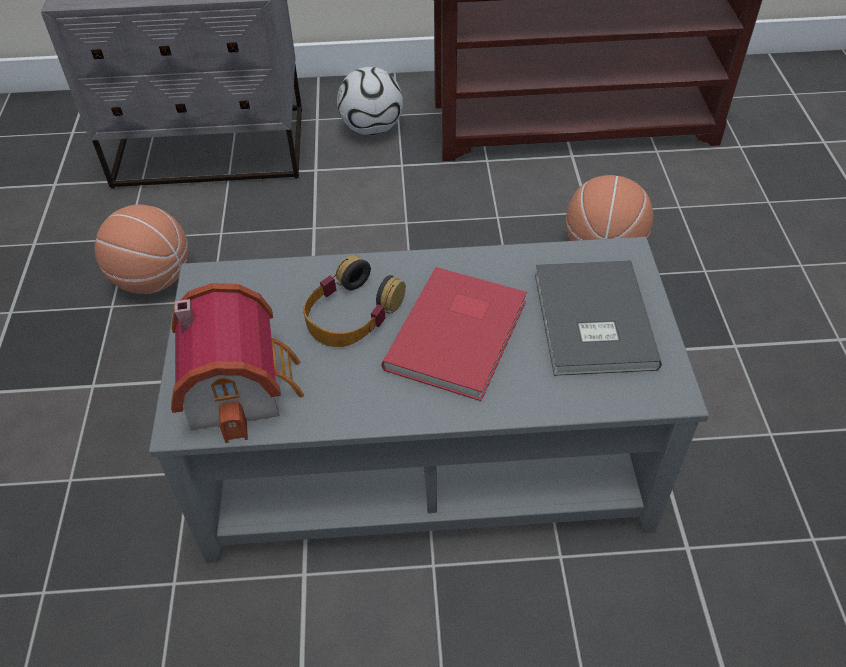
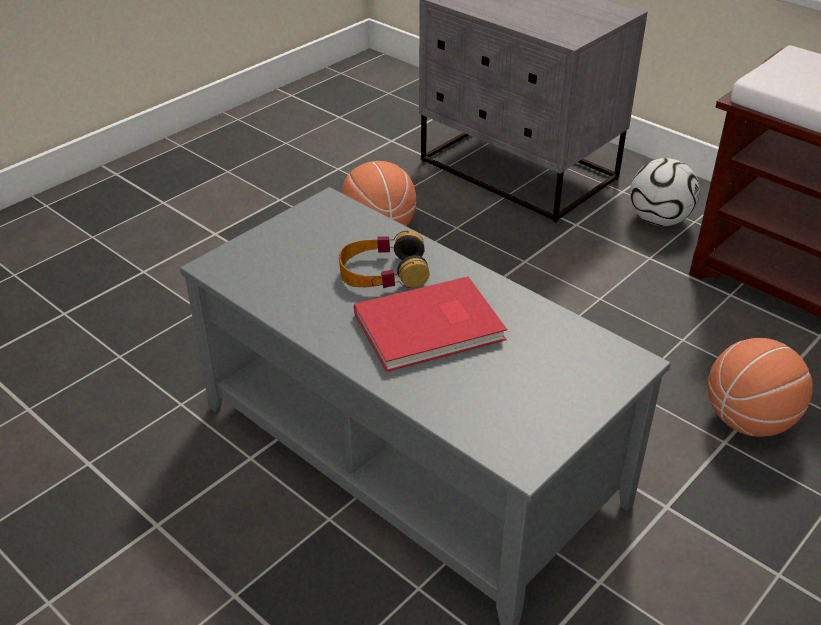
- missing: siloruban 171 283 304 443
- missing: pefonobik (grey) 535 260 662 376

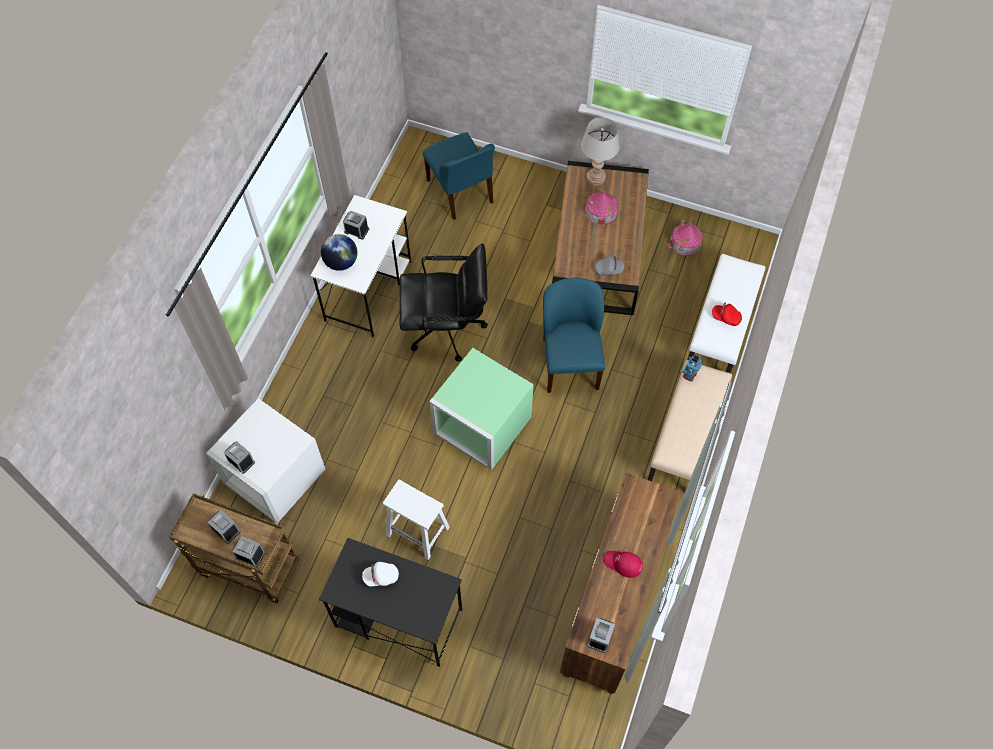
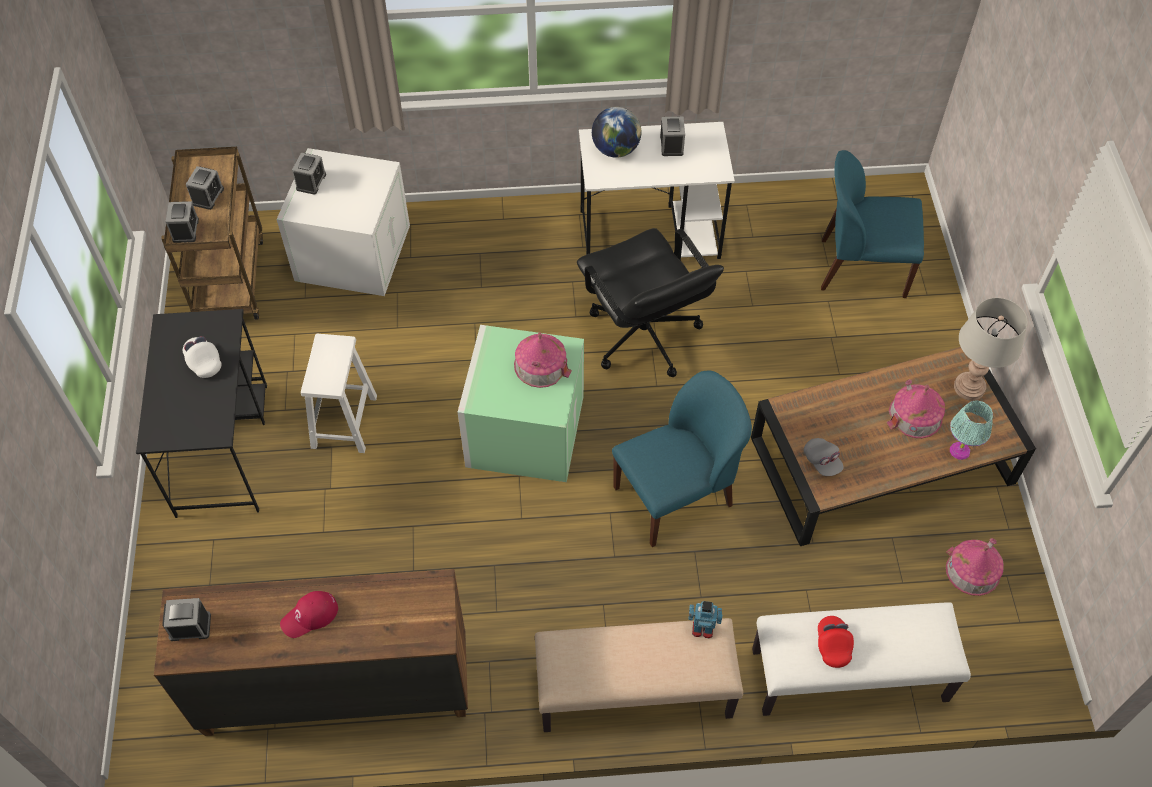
- spun: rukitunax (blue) 422 132 495 220 = 821 150 924 298 60 degrees clockwise
- spun: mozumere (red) 604 551 643 578 = 280 591 338 638 120 degrees counterclockwise
- appeared: siloruban 514 332 572 388
- appeared: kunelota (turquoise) 950 401 993 460

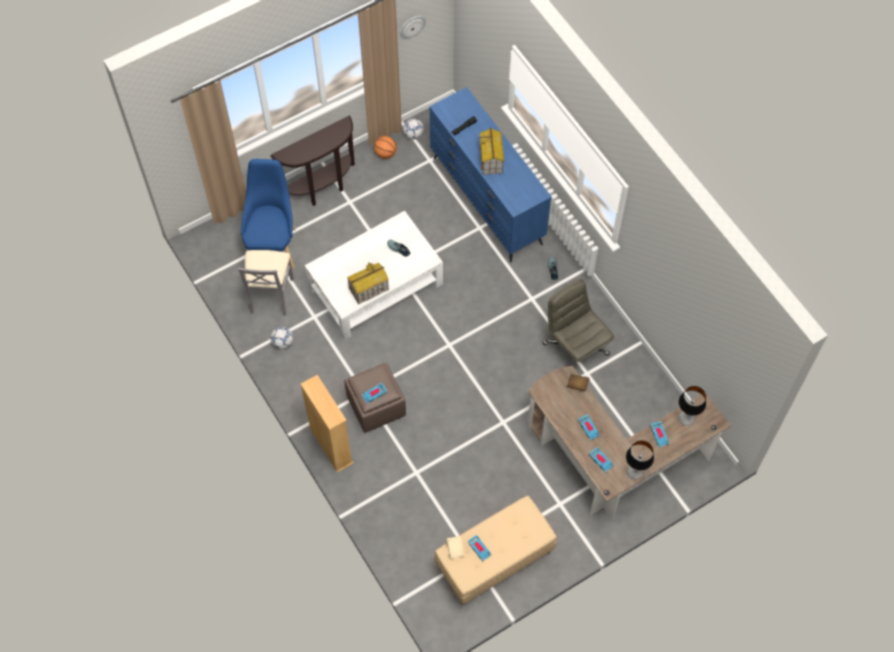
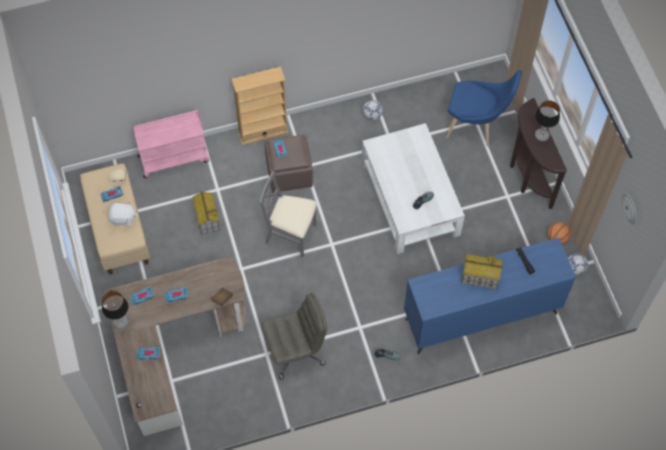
- relocated: rukitunax (grey) 238 250 294 316 to 260 171 317 258
- relocated: siloruban 347 262 389 305 to 192 191 220 235
- relocated: kunelota 678 386 706 426 to 535 100 560 141
- appeared: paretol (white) 108 202 138 226
- appeared: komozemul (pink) 133 110 209 178

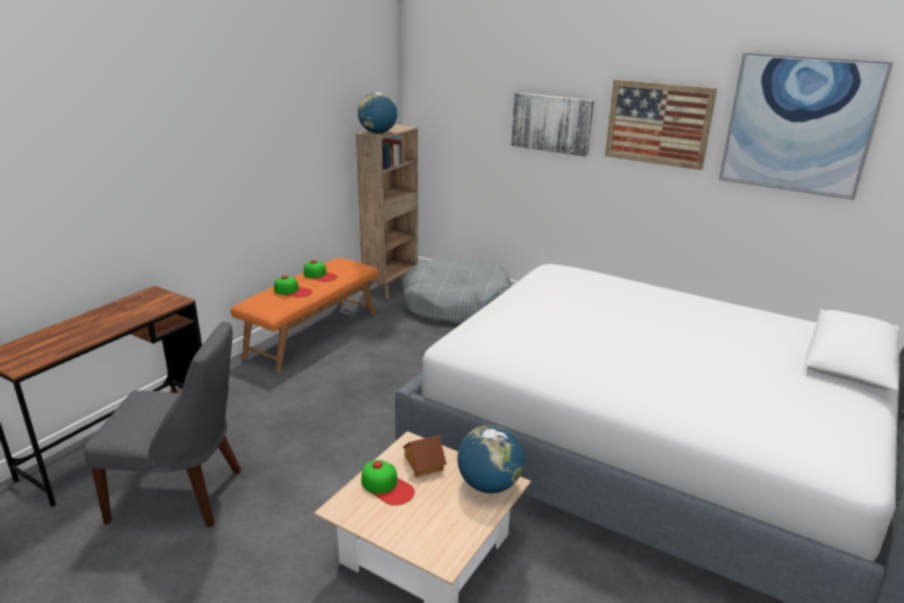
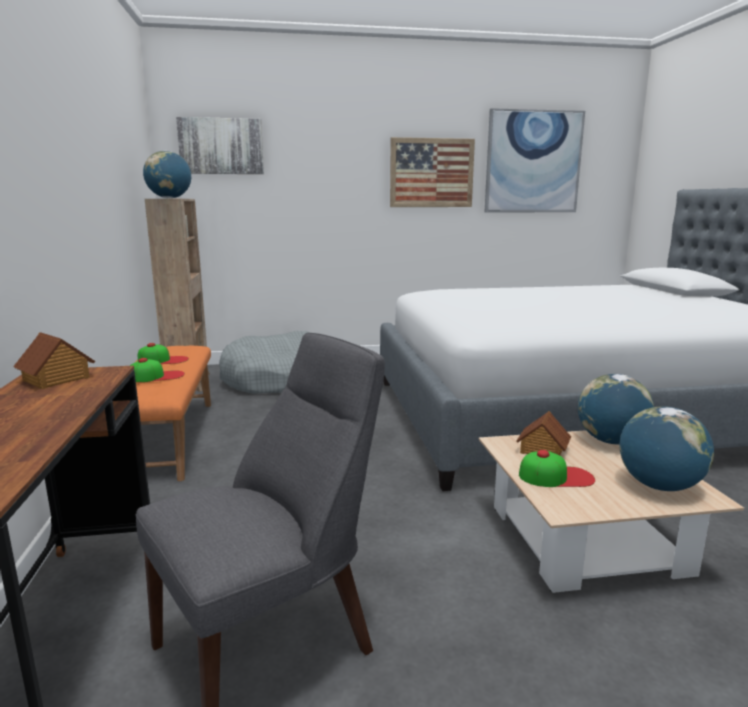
- relocated: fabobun 511 92 594 157 to 176 117 264 174
- appeared: siloruban 13 332 95 389
- appeared: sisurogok 620 406 714 491

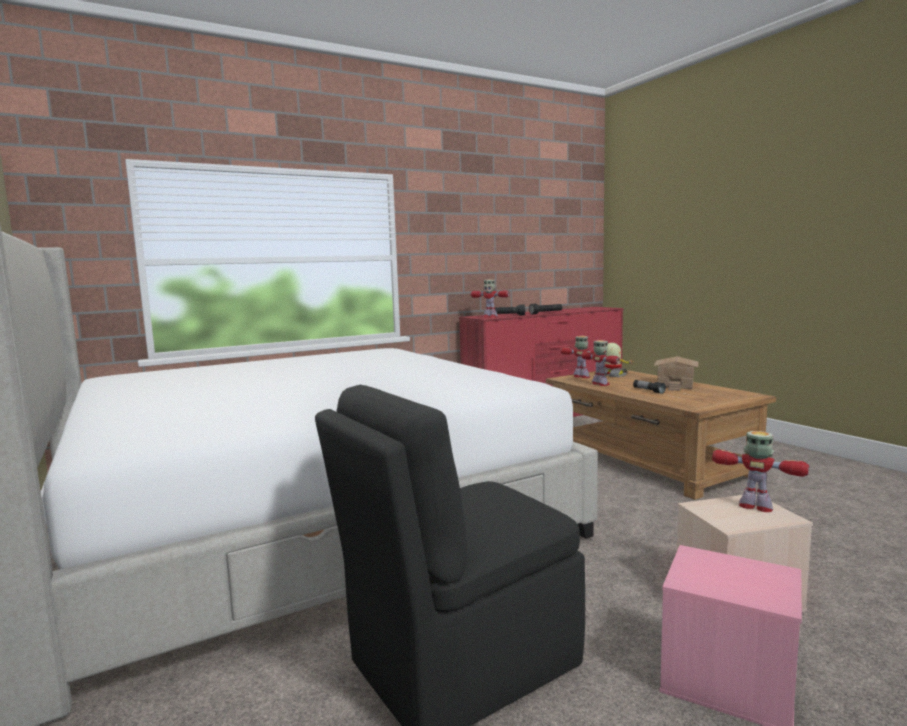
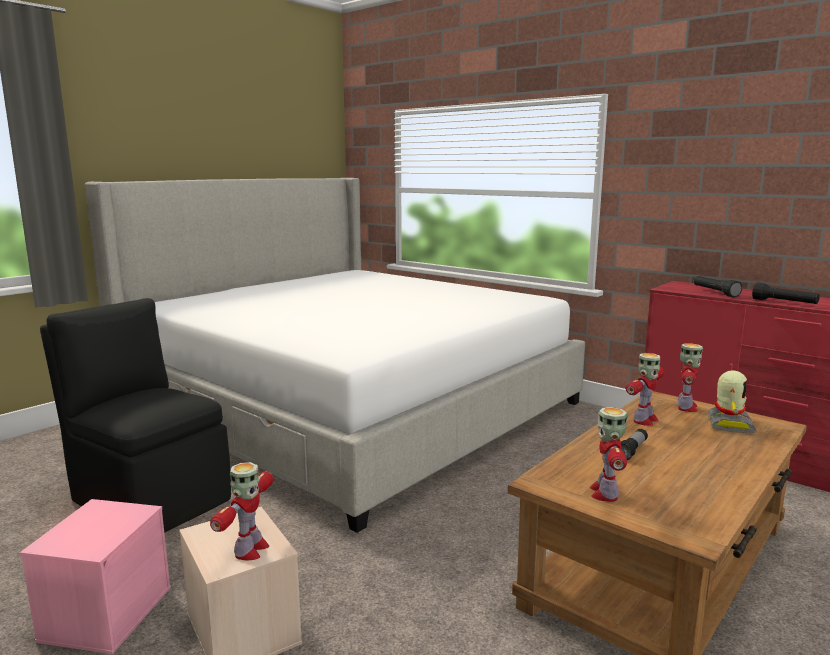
- relocated: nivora 471 279 510 318 to 590 407 628 502
- missing: siloruban 654 356 699 391

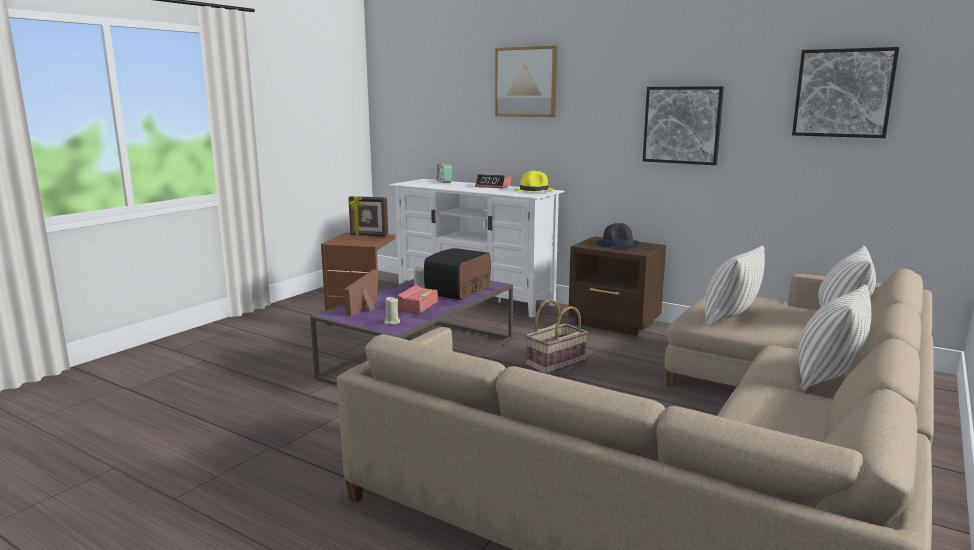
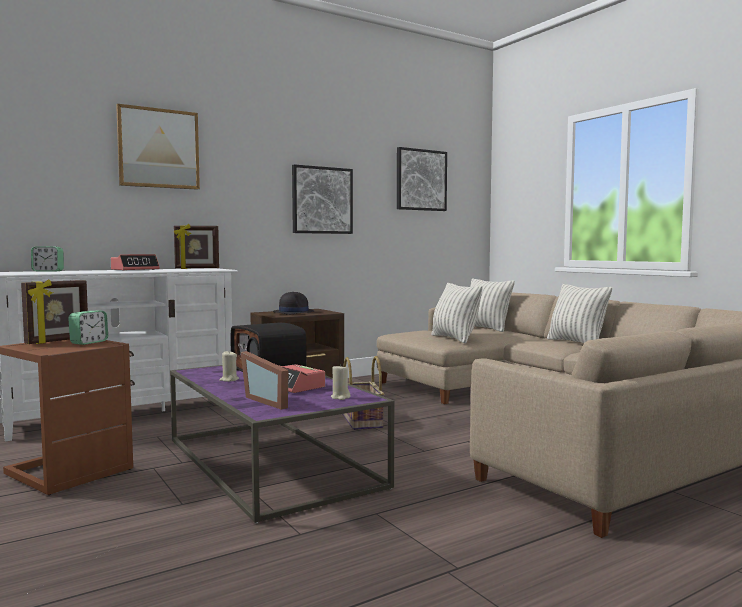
- exchanged: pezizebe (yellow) 514 171 554 192 to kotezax 174 224 219 269
- appeared: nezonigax 68 311 108 345

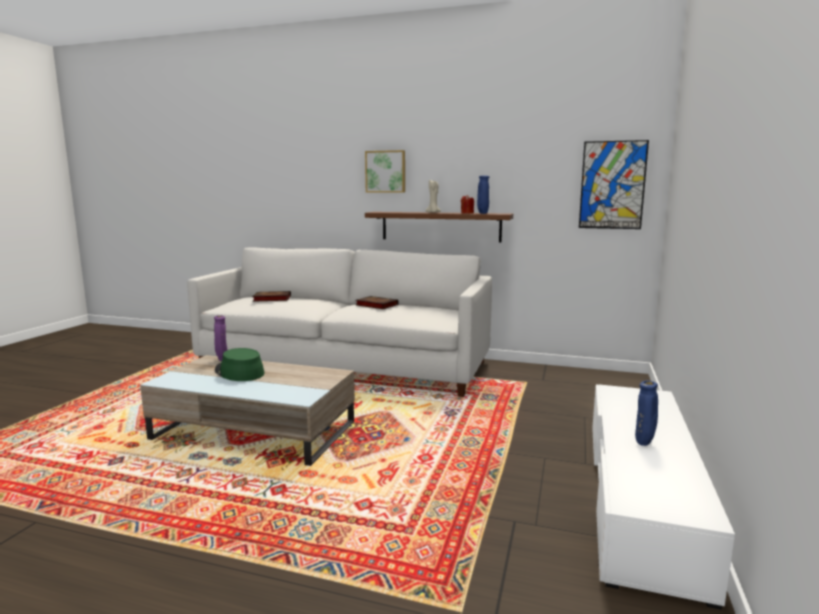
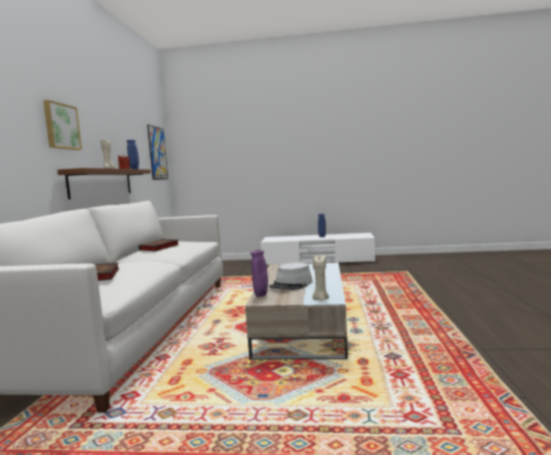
- colour: pezizebe (green) 215 348 265 381 to pezizebe (grey) 269 262 313 290
- appeared: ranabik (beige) 312 255 329 301

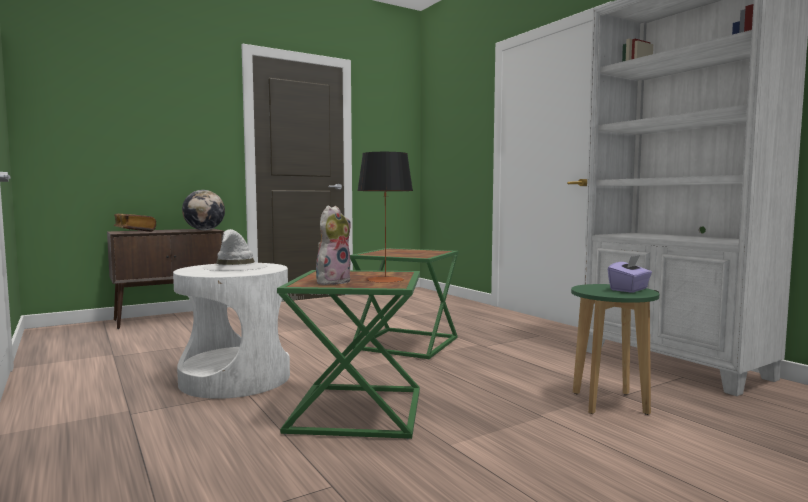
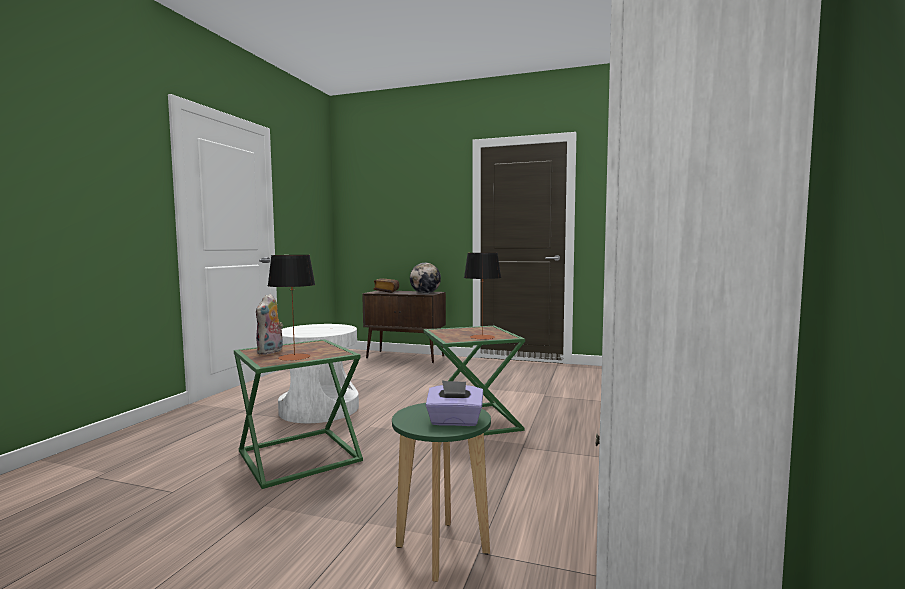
- missing: pezizebe (white) 203 229 268 271
- spun: paretol 316 206 351 285 = 256 294 283 355 105 degrees clockwise
- appeared: kunelota 464 253 501 340

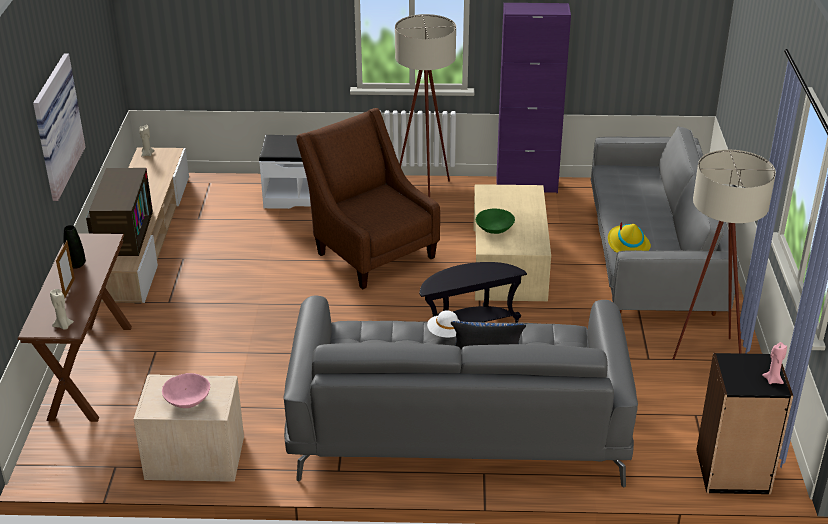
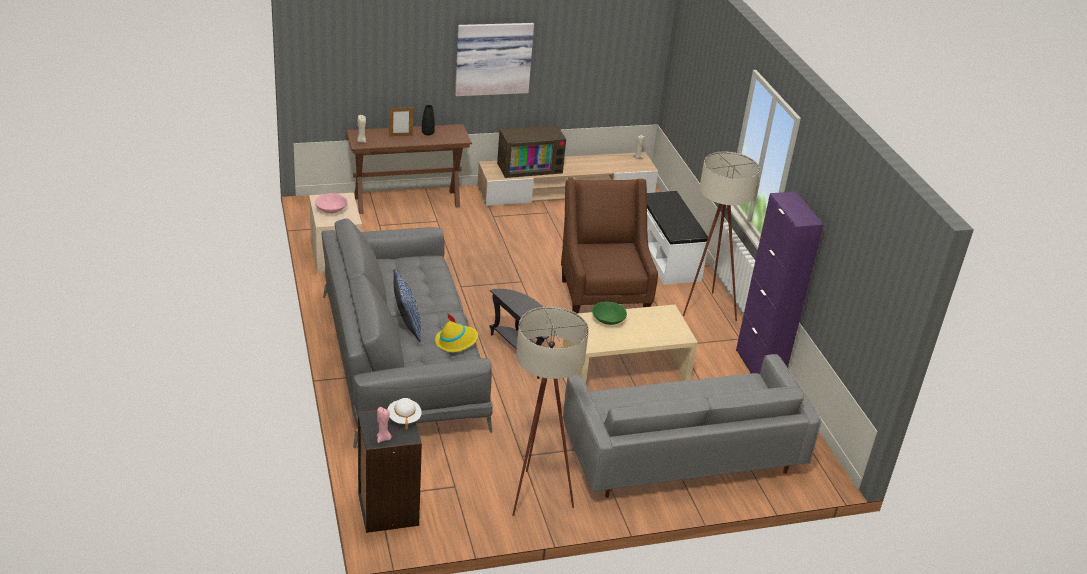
- spun: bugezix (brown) 296 108 440 289 = 561 179 658 314 45 degrees counterclockwise
- relocated: pezizebe (white) 427 310 460 337 to 387 398 422 430
- relocated: pezizebe (yellow) 608 223 651 253 to 435 313 478 352

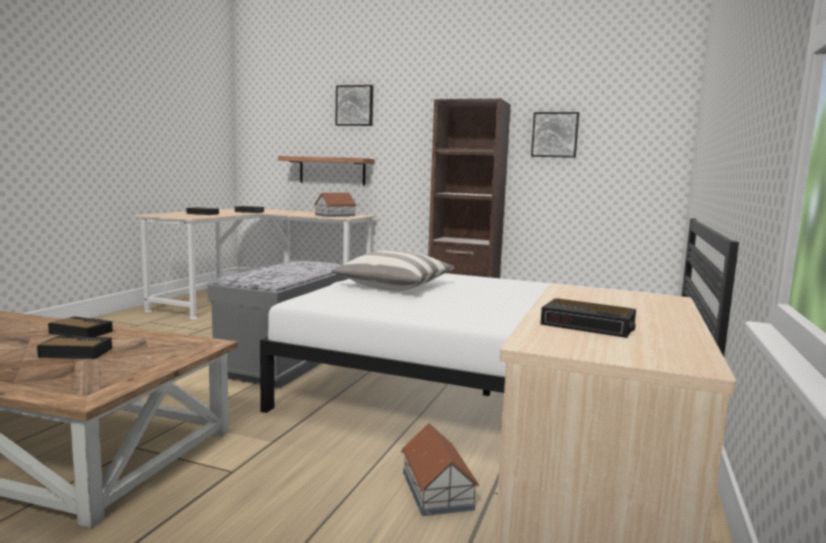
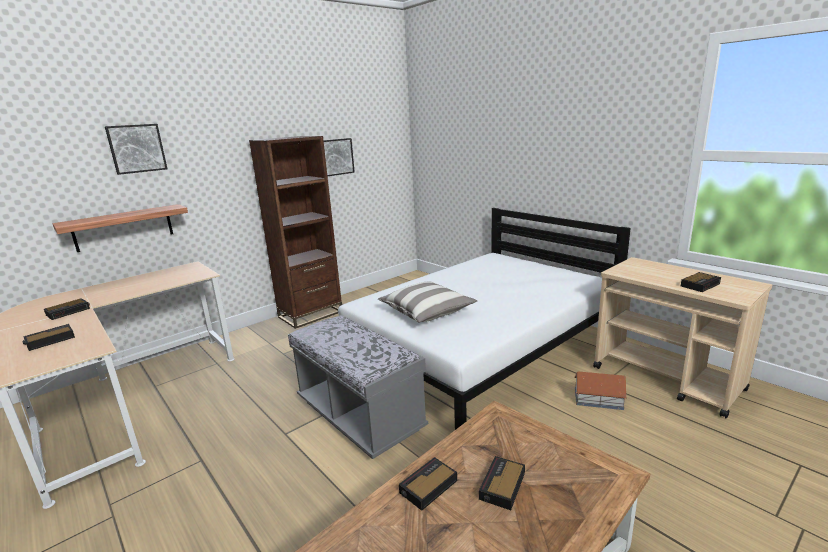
- missing: siloruban 314 193 357 217

